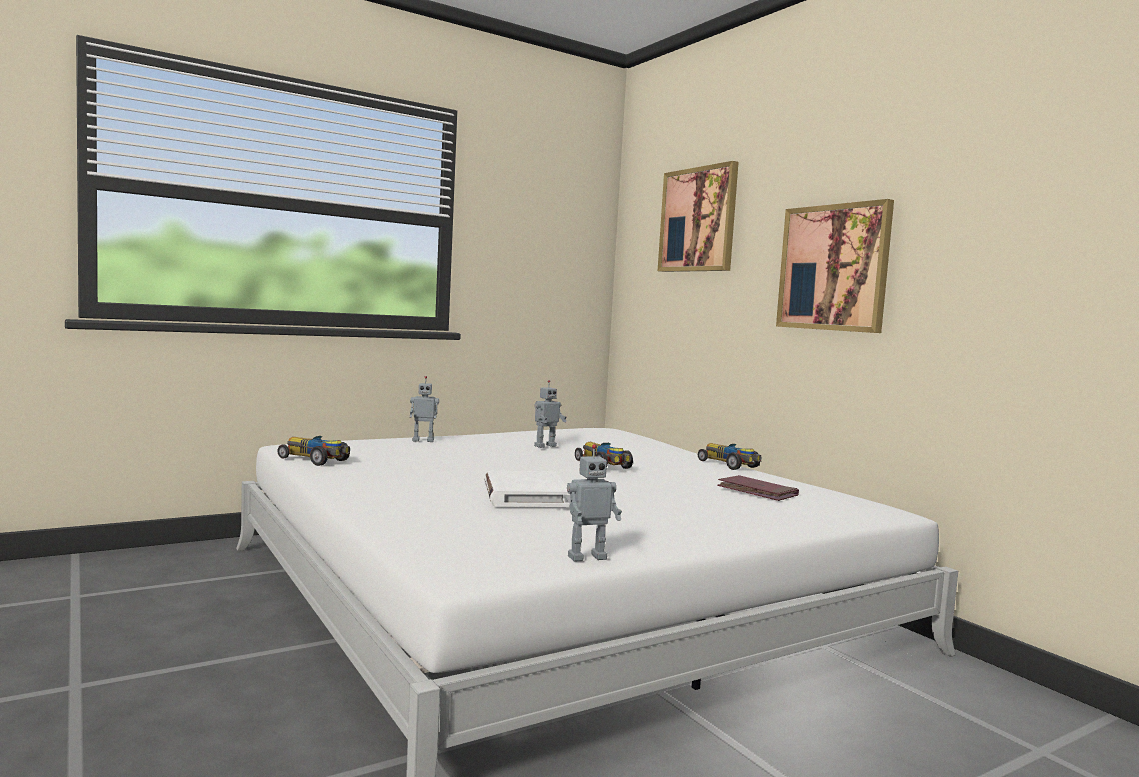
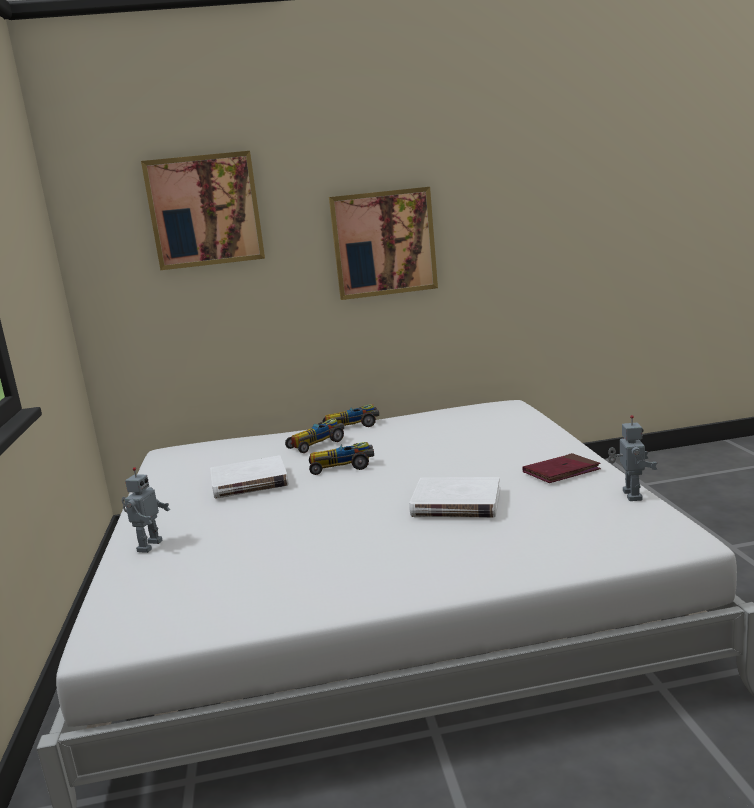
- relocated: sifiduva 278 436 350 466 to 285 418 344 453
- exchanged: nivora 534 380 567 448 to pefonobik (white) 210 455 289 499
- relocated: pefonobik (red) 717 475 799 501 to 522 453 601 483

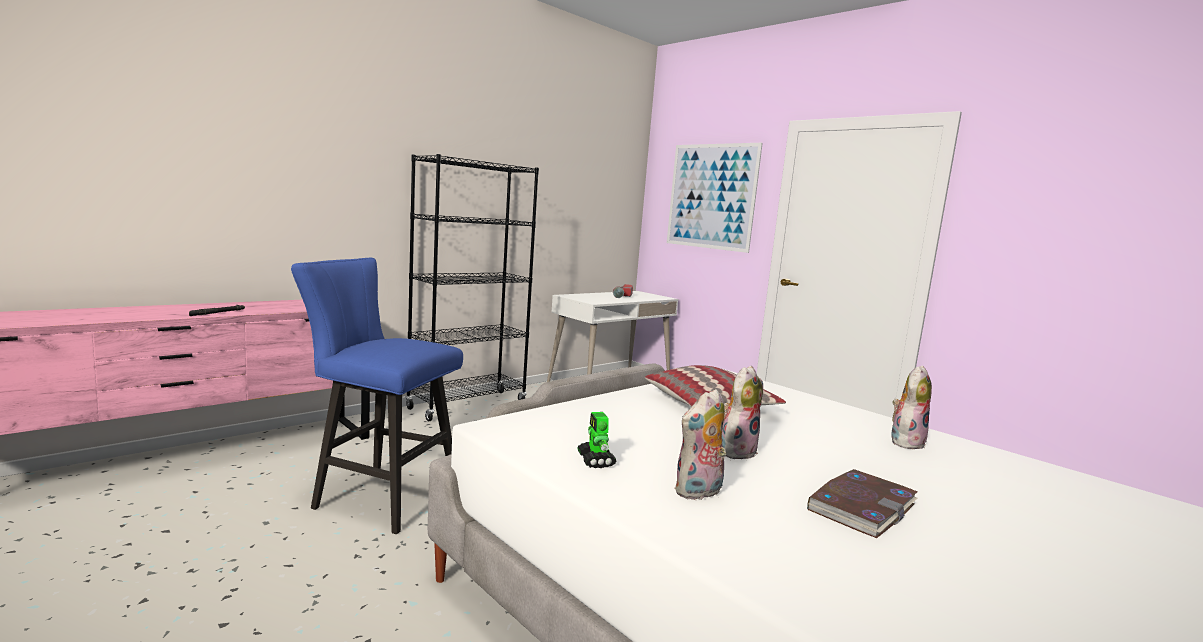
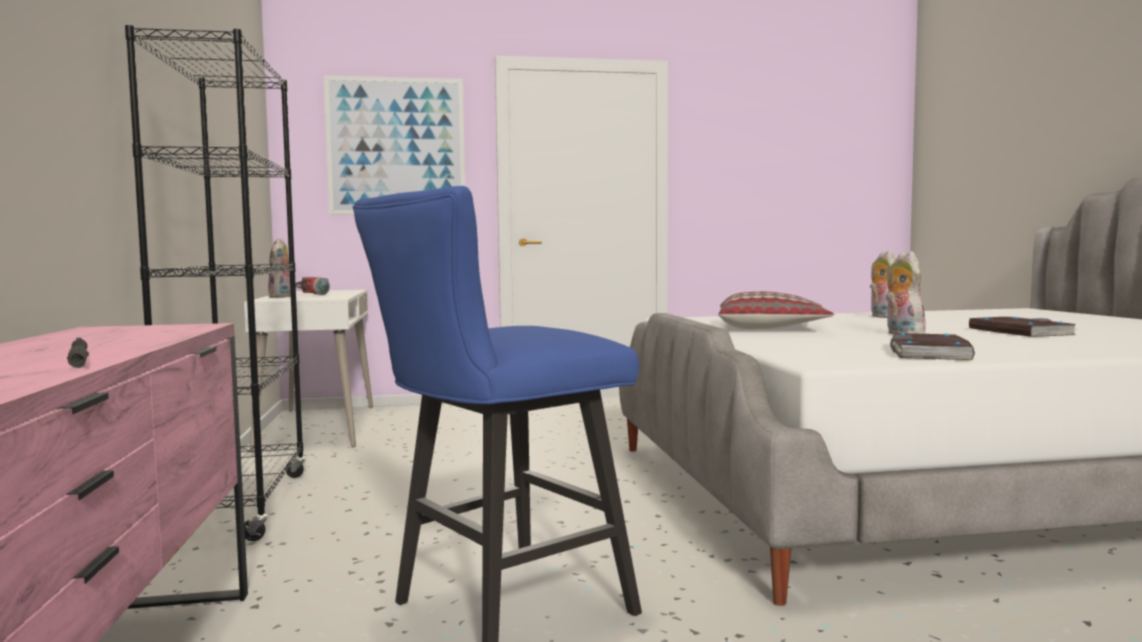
- exchanged: nivora 577 412 616 468 to pefonobik 890 333 975 360
- relocated: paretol 674 389 726 500 to 268 238 296 298

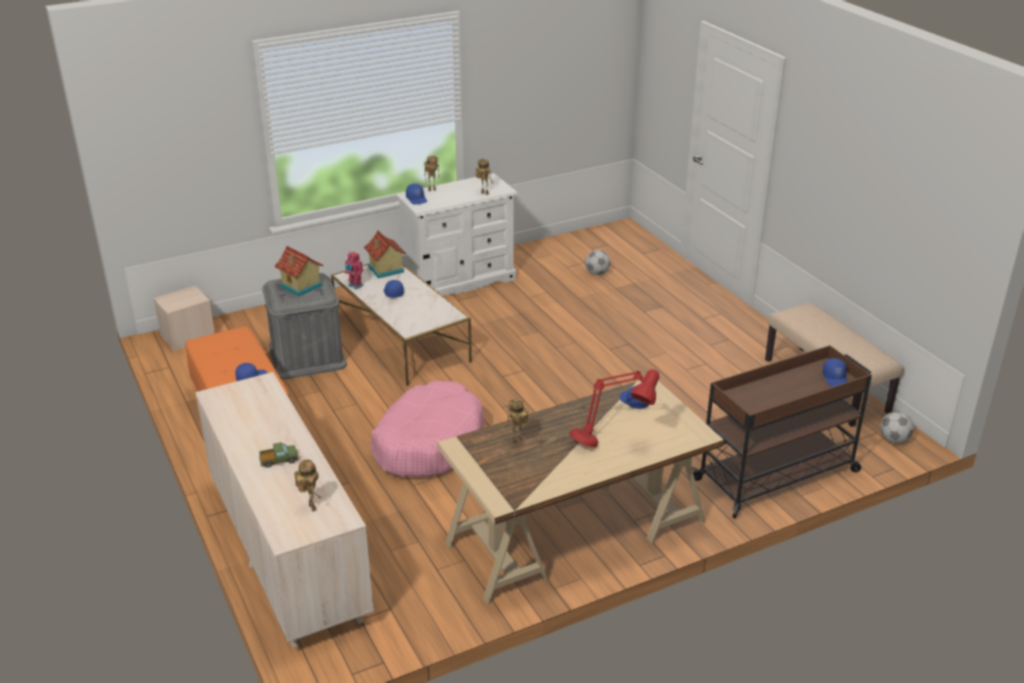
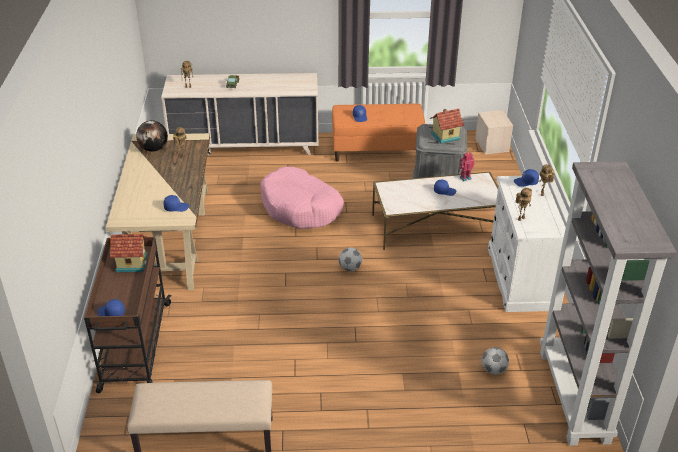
- relocated: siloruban 364 231 406 279 to 110 230 148 273
- missing: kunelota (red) 570 369 660 448
- relocated: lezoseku 880 411 914 443 to 339 248 362 271
- appeared: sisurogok 136 120 168 151
- appeared: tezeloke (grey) 540 161 676 446

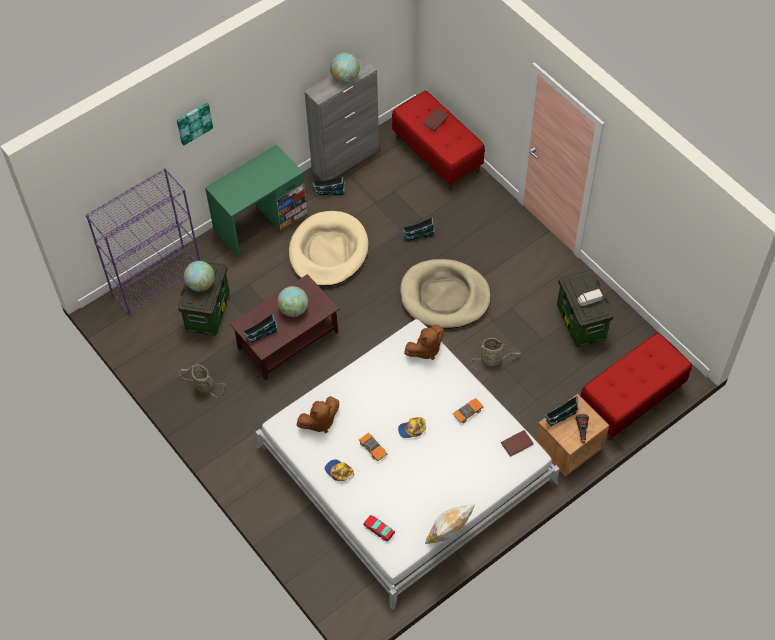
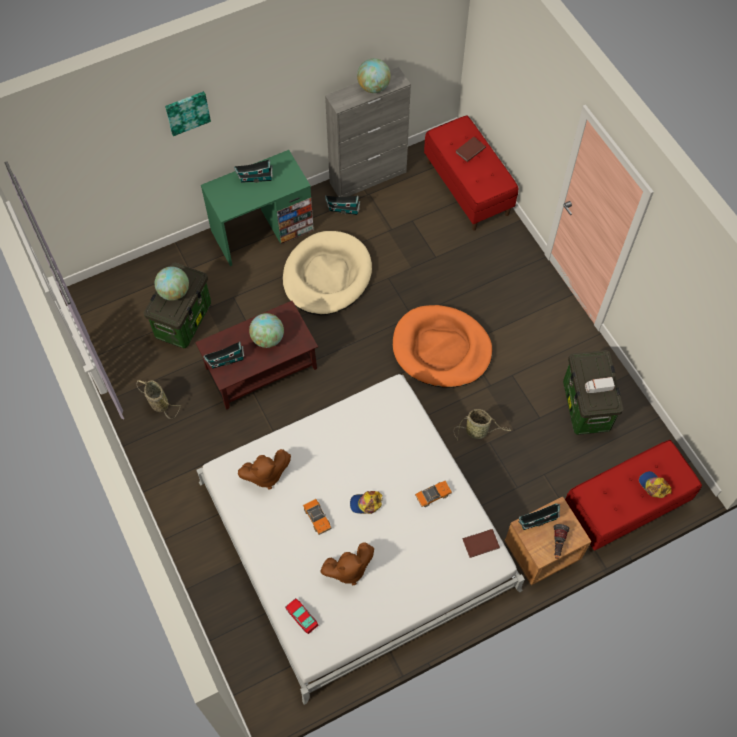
- missing: tezeloke (purple) 86 168 200 316
- relocated: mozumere 325 459 354 481 to 639 471 671 498
- colour: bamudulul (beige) 400 259 491 329 to bamudulul (orange) 393 305 492 388
- relocated: siloruban 402 217 435 241 to 234 160 273 183
- relocated: paretol (brown) 404 324 444 360 to 320 542 374 585
- missing: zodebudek 425 503 476 544

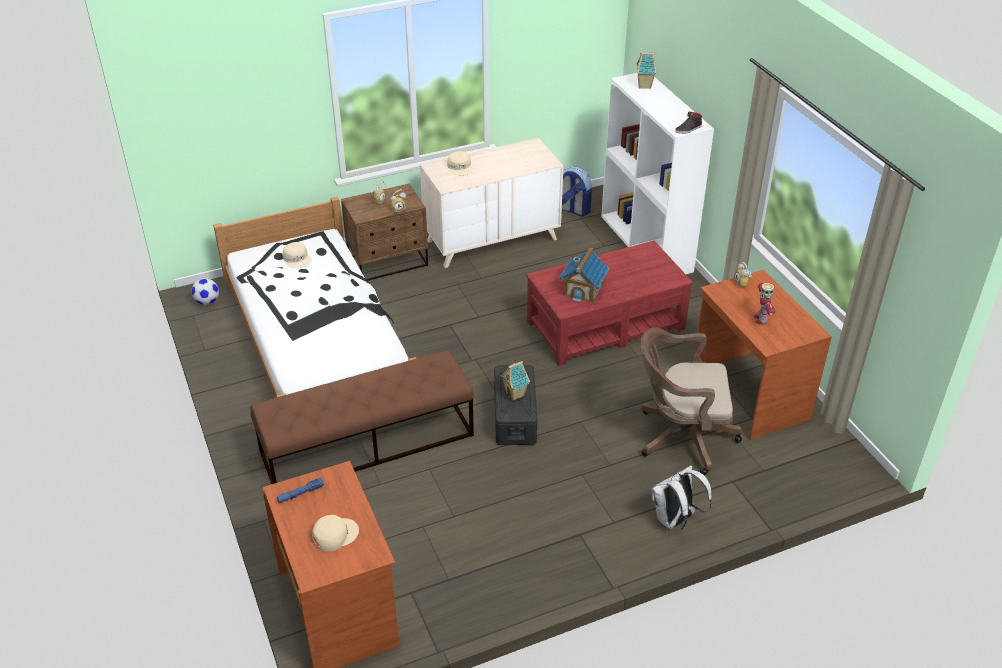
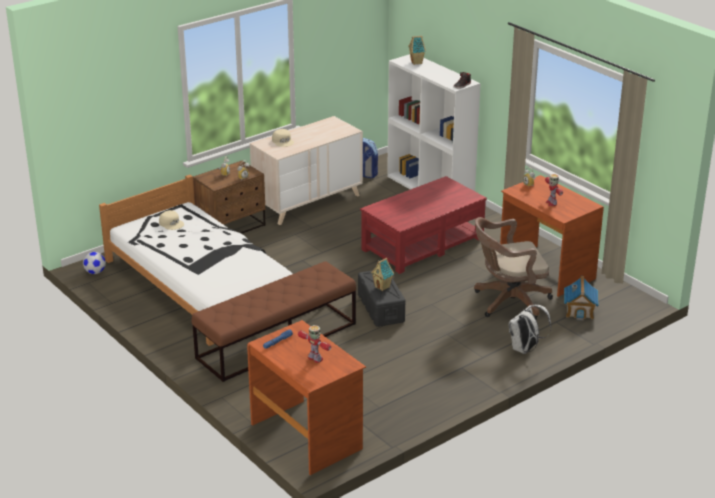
- exchanged: mozumere (beige) 312 515 359 551 to nivora 298 325 331 363
- relocated: siloruban 559 247 609 303 to 564 276 599 321

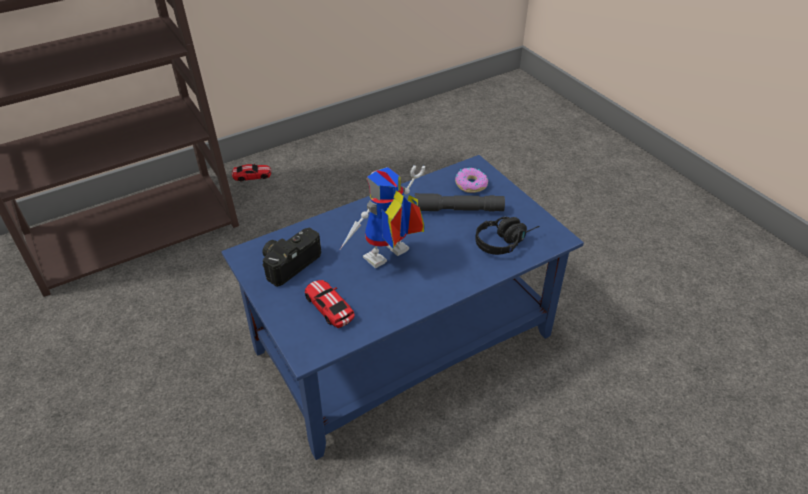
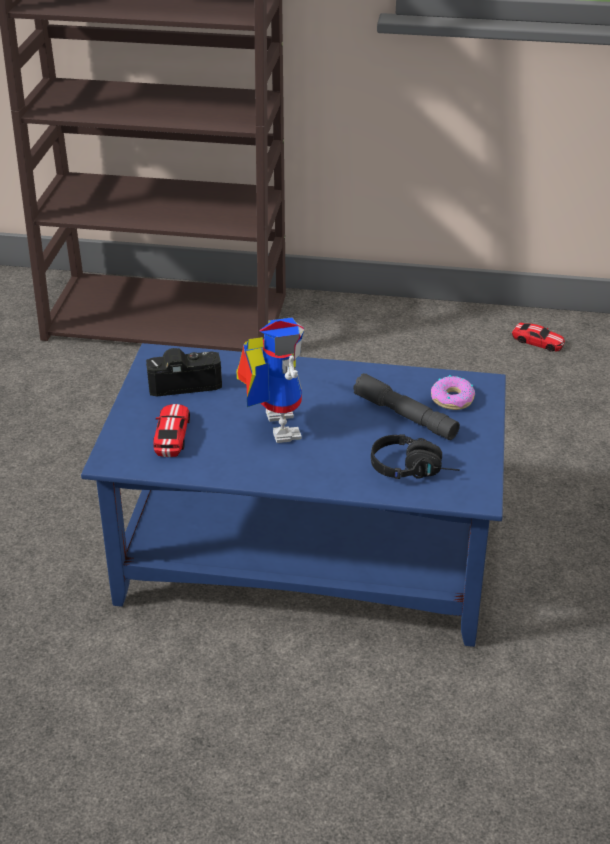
- relocated: sifiduva 232 164 271 181 to 512 322 565 352
- spun: nivora 340 165 425 269 = 236 317 304 443 75 degrees clockwise

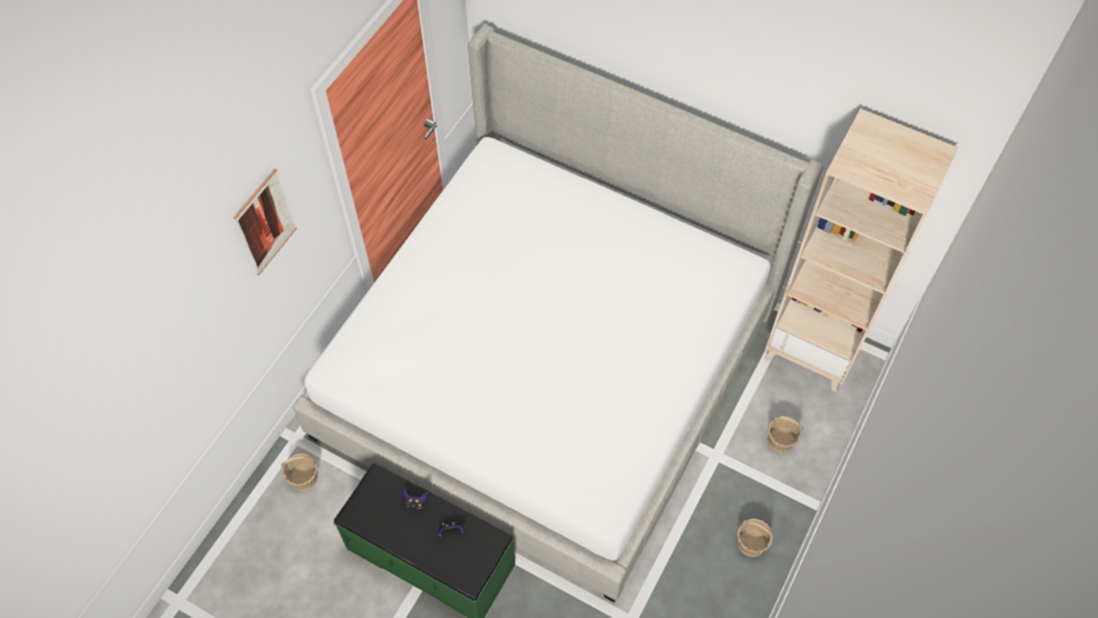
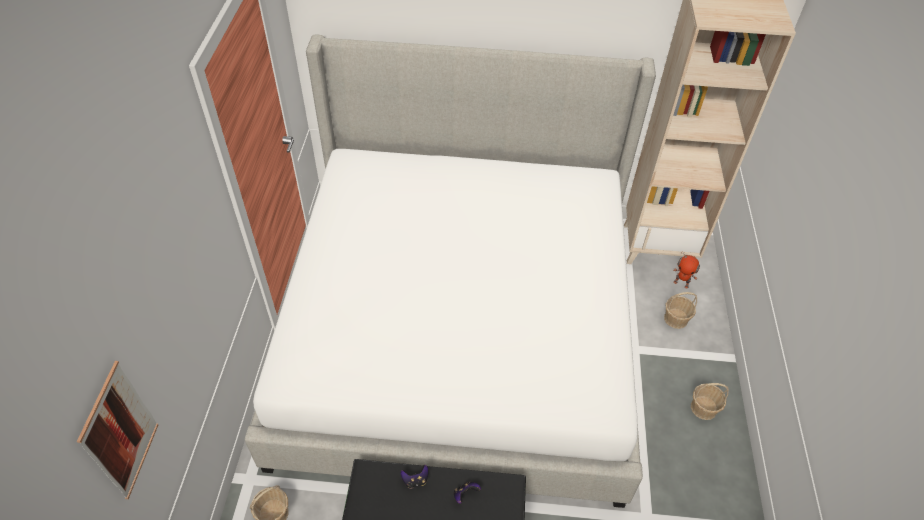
- relocated: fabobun 233 168 297 276 to 77 361 158 499
- appeared: nivora 673 251 700 289

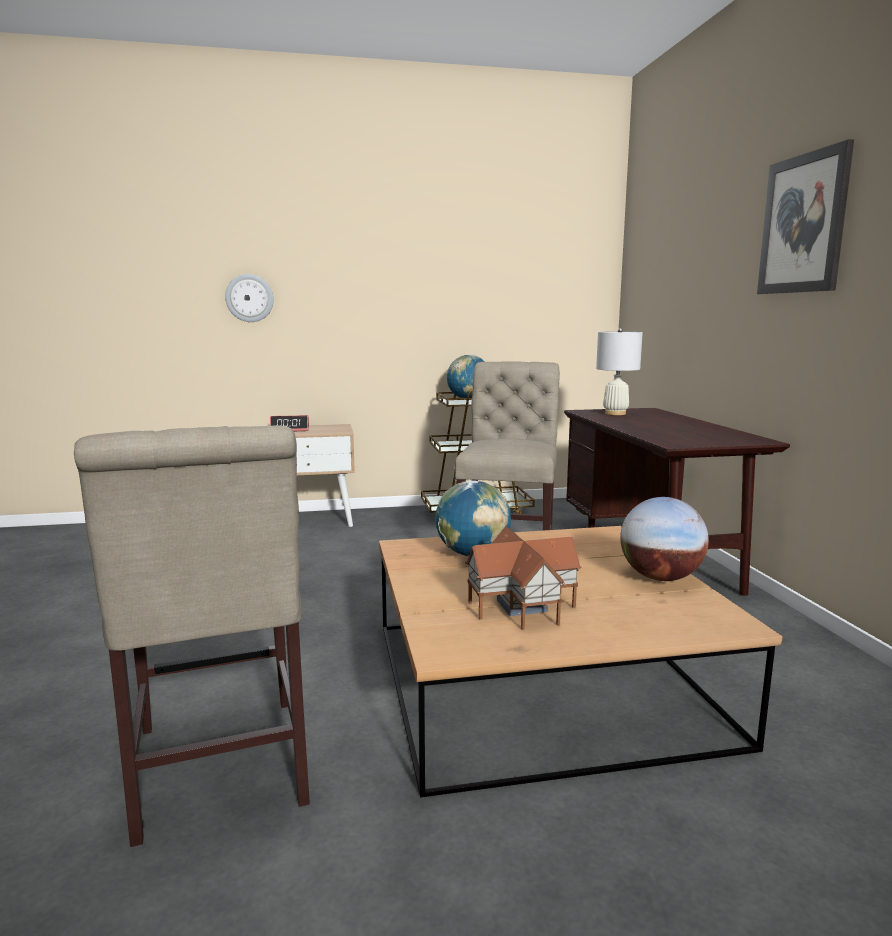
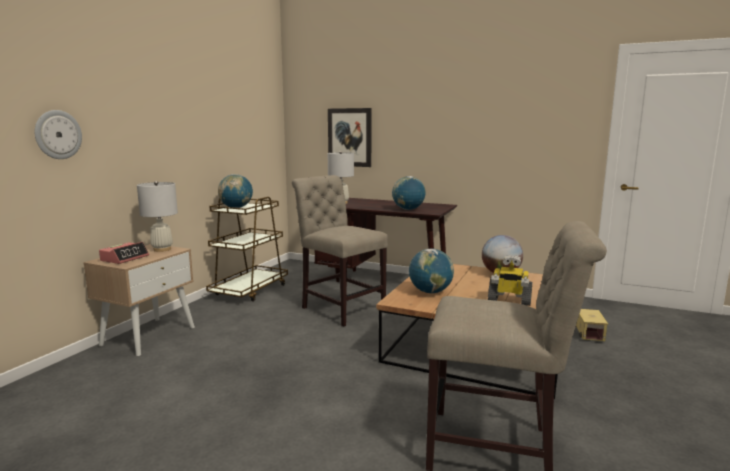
- exchanged: siloruban 465 526 582 630 to nivora 488 255 532 306
- relocated: fabobun 757 139 854 294 to 328 108 372 167
- appeared: kunelota (white) 137 181 178 252
- appeared: sisurogok 392 176 426 210
- appeared: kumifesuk 576 309 608 341

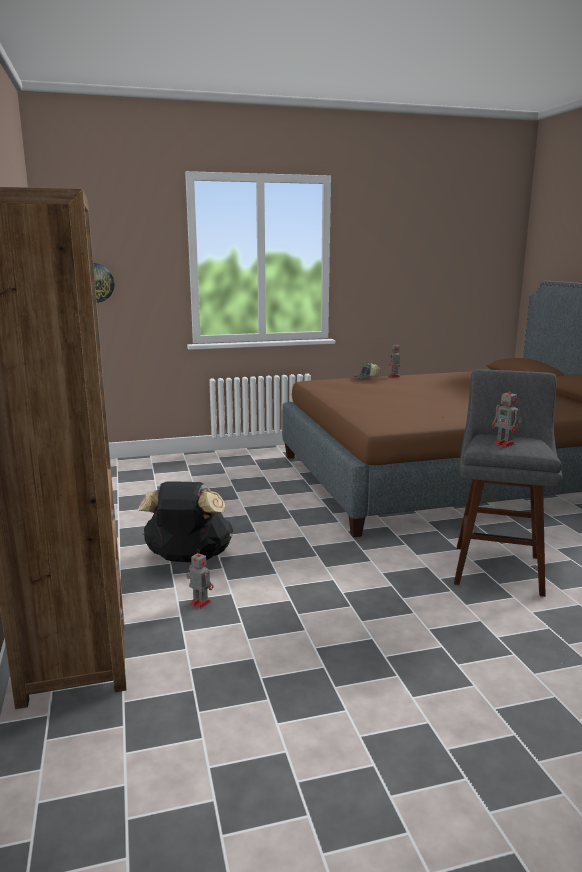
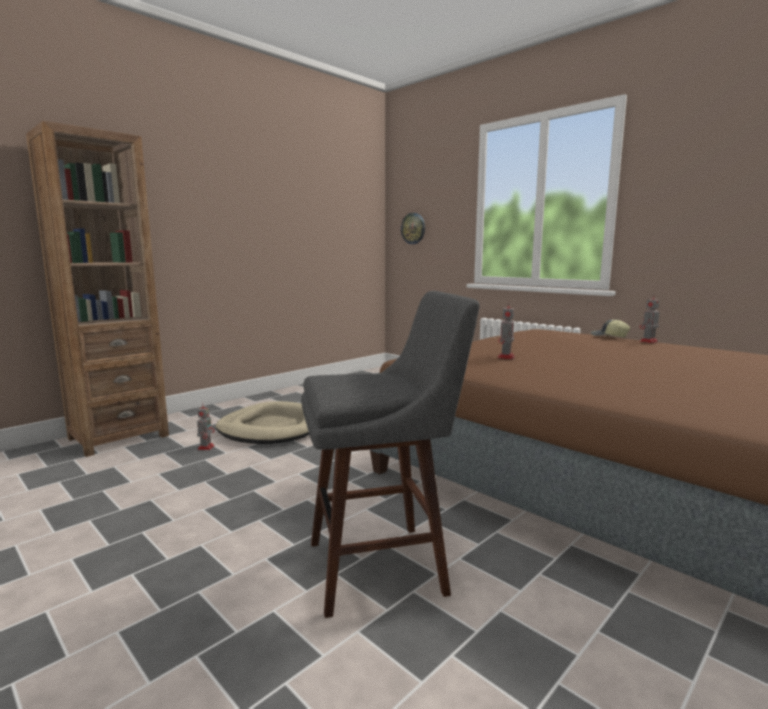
- exchanged: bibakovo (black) 138 481 233 562 to bamudulul (beige) 216 401 309 444
- relocated: nivora 492 387 522 448 to 498 306 515 359

